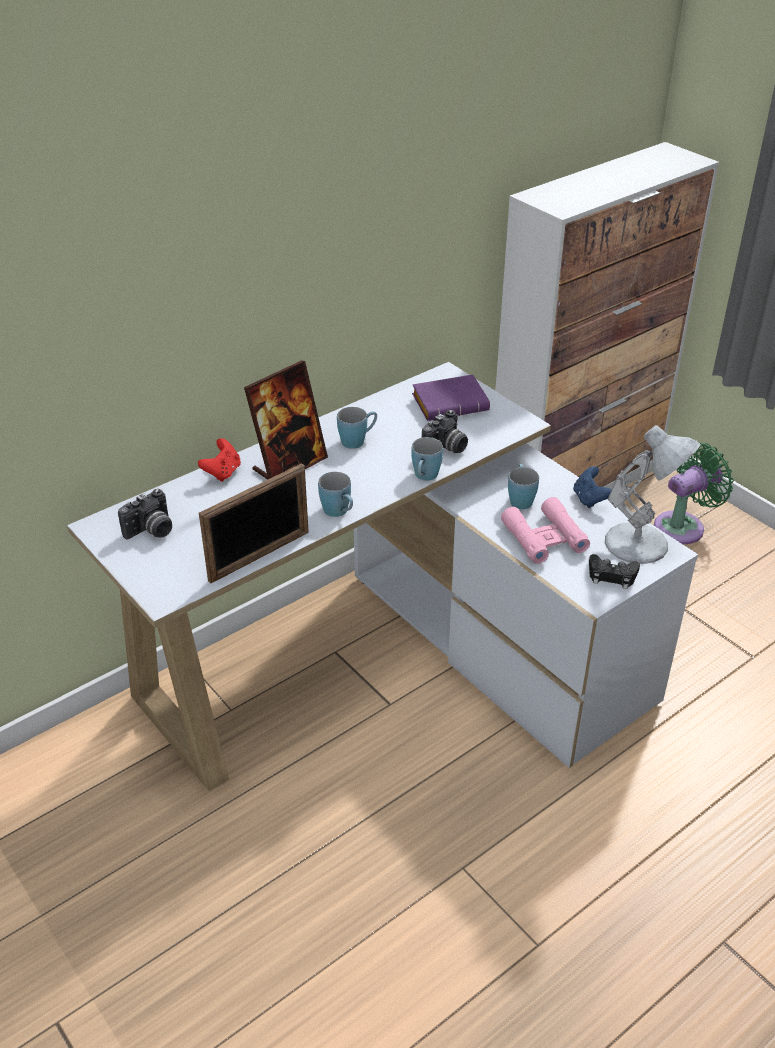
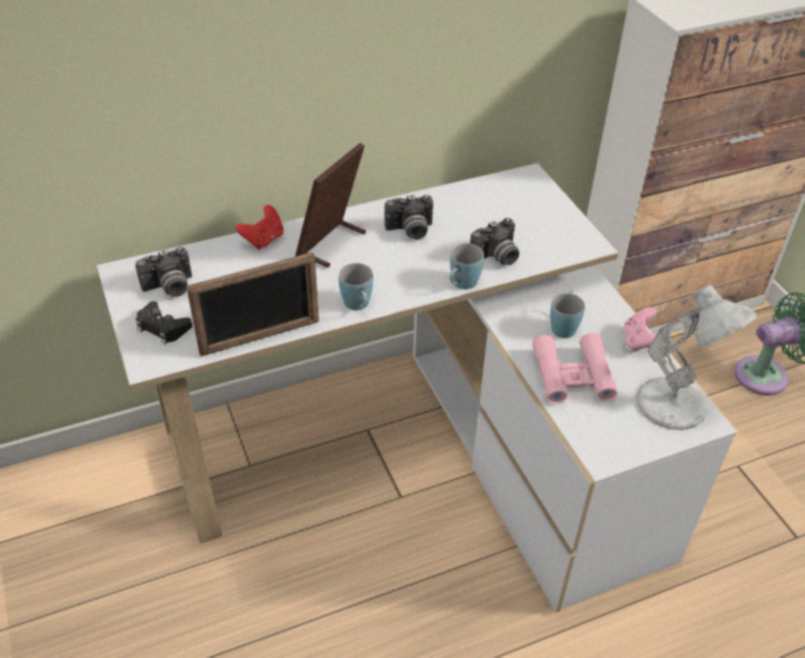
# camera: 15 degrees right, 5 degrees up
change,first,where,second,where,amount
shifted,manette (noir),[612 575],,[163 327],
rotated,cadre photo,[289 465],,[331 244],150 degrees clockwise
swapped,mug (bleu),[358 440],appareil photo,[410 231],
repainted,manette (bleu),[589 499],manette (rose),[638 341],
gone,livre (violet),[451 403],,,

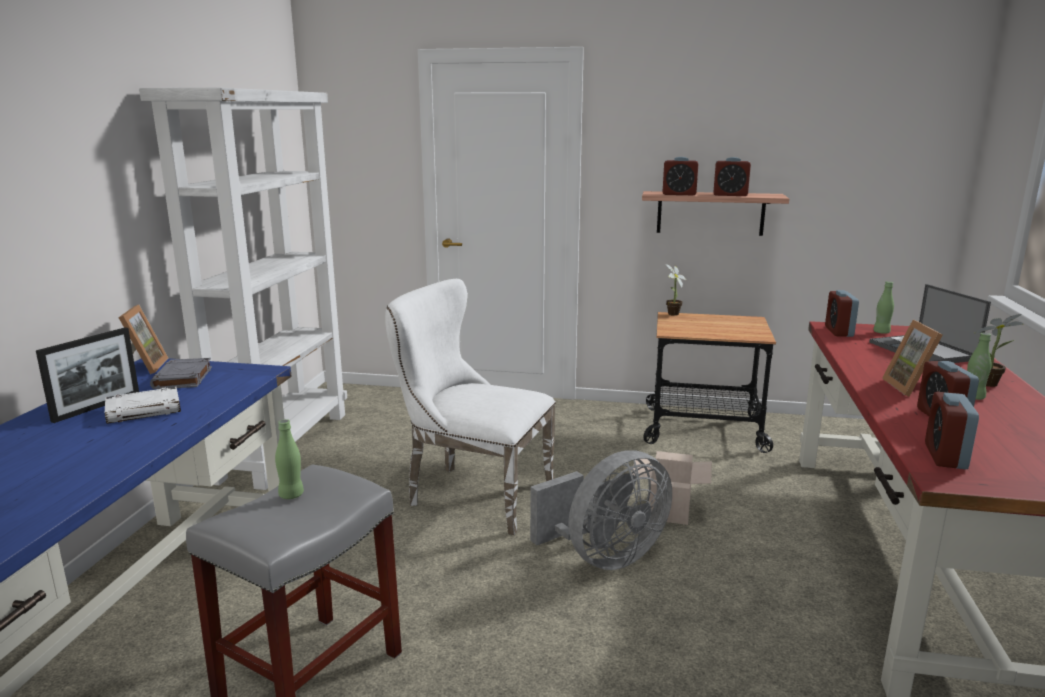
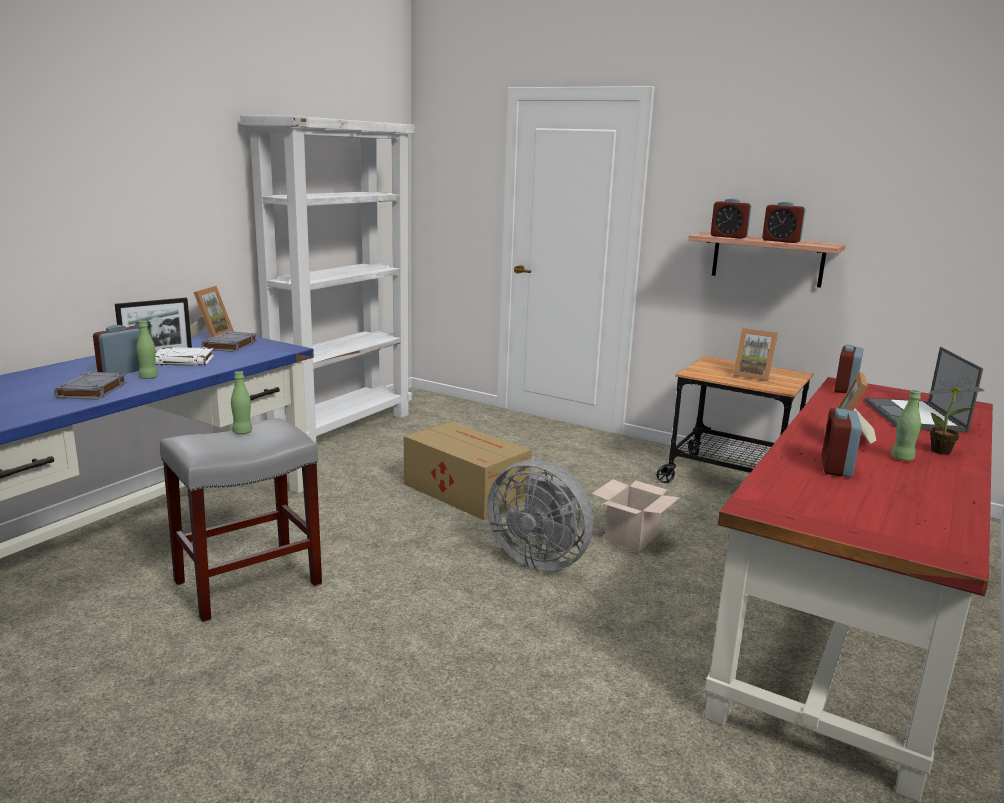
# camera: 20 degrees right, 0 degrees up
change,first,where,second,where,amount
new,,,livre (gris),[92 391],
shifted,réveil,[945 456],,[122 371],
shifted,bouteille (vert),[881 332],,[148 377],
swapped,chaise (blanc),[471 494],carton,[465 491],
rotated,ventilateur (gris),[605 557],,[539 559],45 degrees clockwise
new,,,cadre photo,[752 375],
gone,plante en pot,[672 314],,,

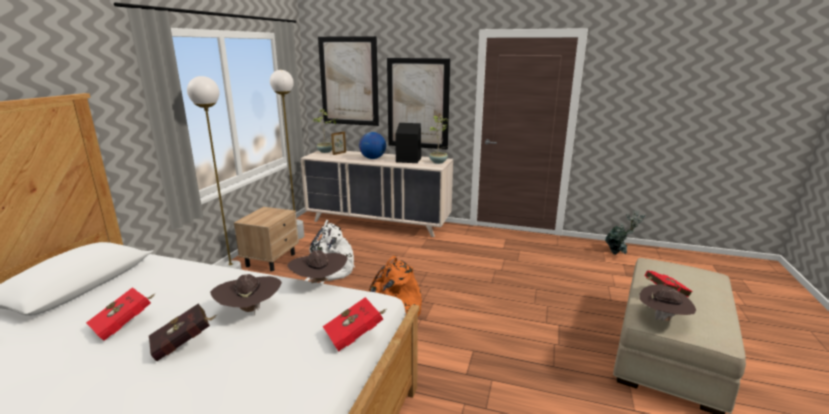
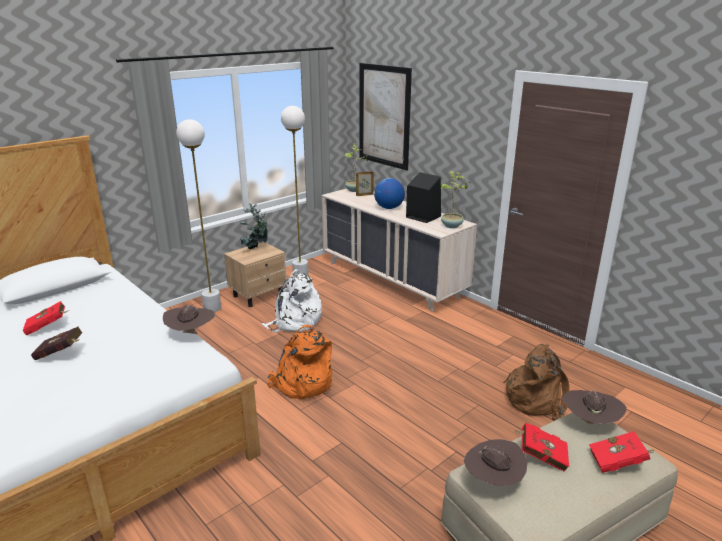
# camera: 30 degrees right, 5 degrees up
change,first,where,second,where,amount
shifted,plante en pot,[619 253],,[256 249],
new,,,sac à dos (marron),[536 399],
shifted,chapeau (marron),[250 311],,[589 422],
shifted,livre (rouge),[356 335],,[618 463],
gone,tableau,[417 104],,,

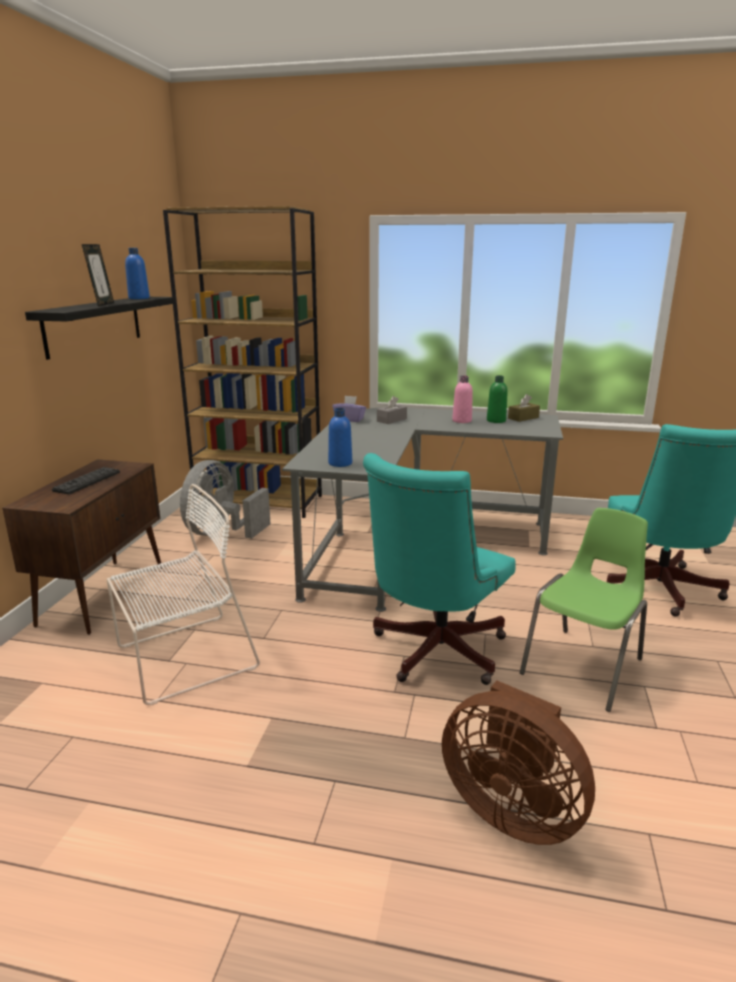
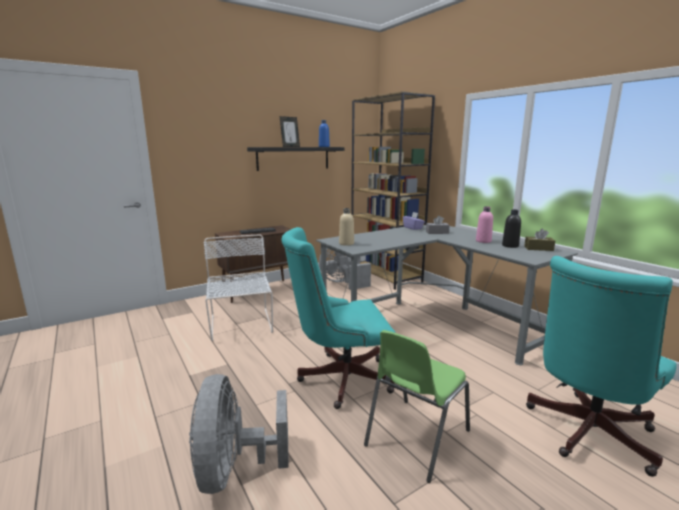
# camera: 45 degrees right, 5 degrees down
change,first,where,second,where,amount
repainted,ventilateur (marron),[511 809],ventilateur (gris),[235 469],
rotated,chaise (blanc),[182 658],,[241 325],120 degrees counterclockwise
repainted,bouteille (bleu),[340 463],bouteille (beige),[346 243],
rotated,chaise (vert),[584 666],,[415 438],135 degrees clockwise
repainted,bouteille (vert),[496 420],bouteille (noir),[510 246],

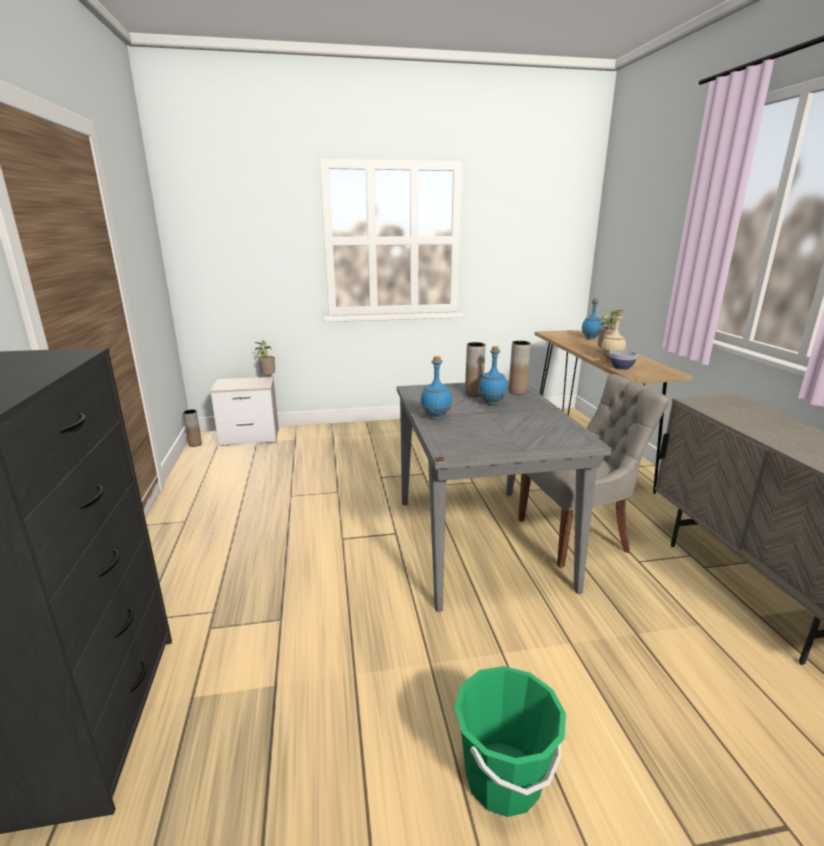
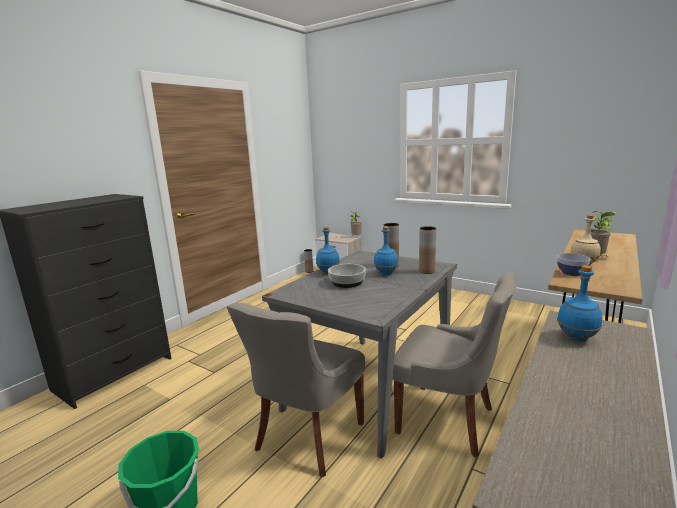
# camera: 45 degrees right, 5 degrees down
change,first,where,second,where,amount
new,,,chaise (gris),[307 437],
new,,,bol,[346 282],
shifted,bouteille (bleu),[590 338],,[576 338],

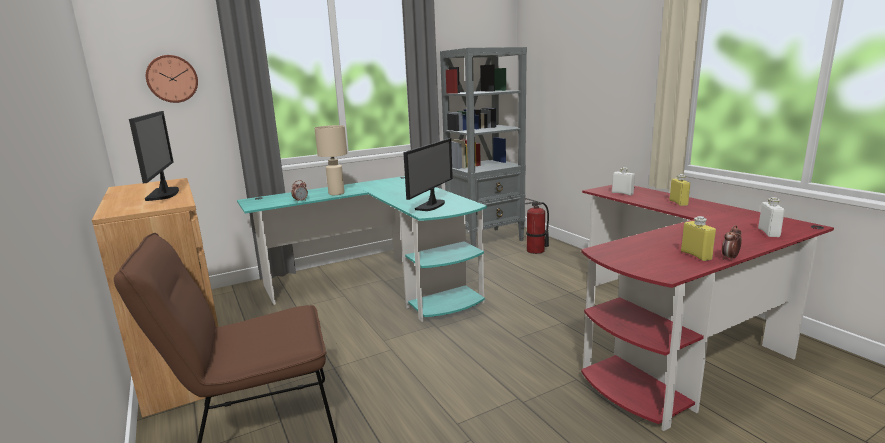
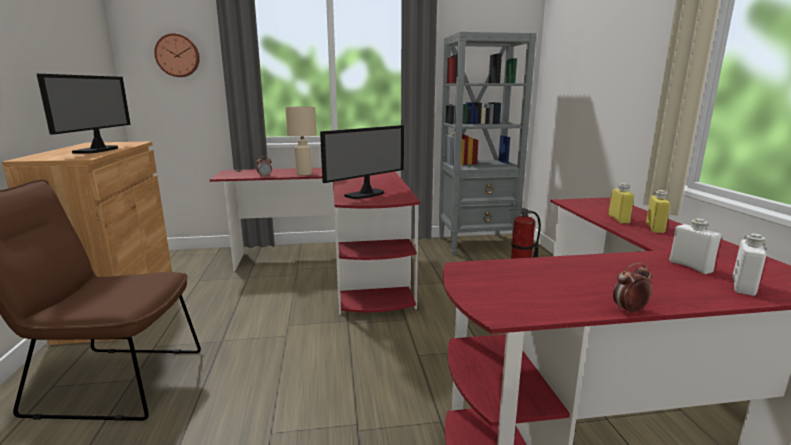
# camera: 20 degrees right, 0 degrees up
change,first,where,second,where,amount
repainted,bureau (turquoise),[380 284],bureau (rouge),[337 270],
shifted,bouteille (jaune),[696 255],,[618 219],
shifted,bouteille (blanc),[622 193],,[690 267],

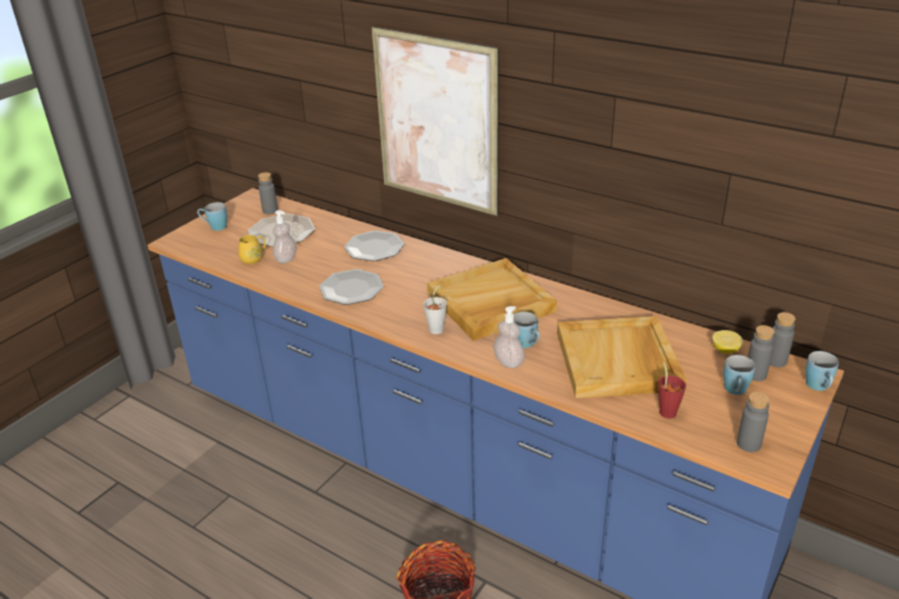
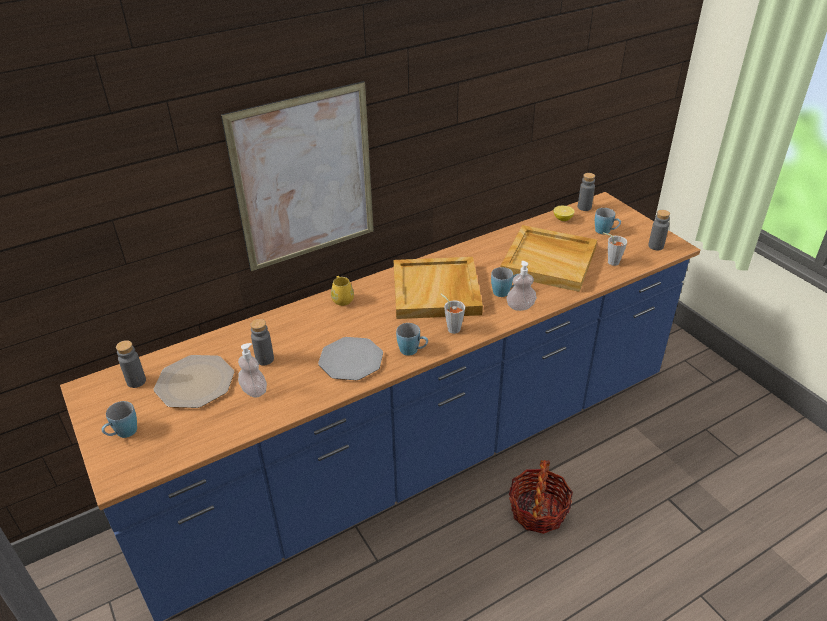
# camera: 65 degrees left, 5 degrees up
change,first,where,second,where,amount
shifted,bouteille (gris),[755 374],,[265 359],
shifted,mug (jaune),[254 258],,[342 298],
shifted,mug (bleu),[819 387],,[413 351],
repainted,tasse (rouge),[666 410],tasse (gris),[610 261],
gone,assiette,[374 248],,,

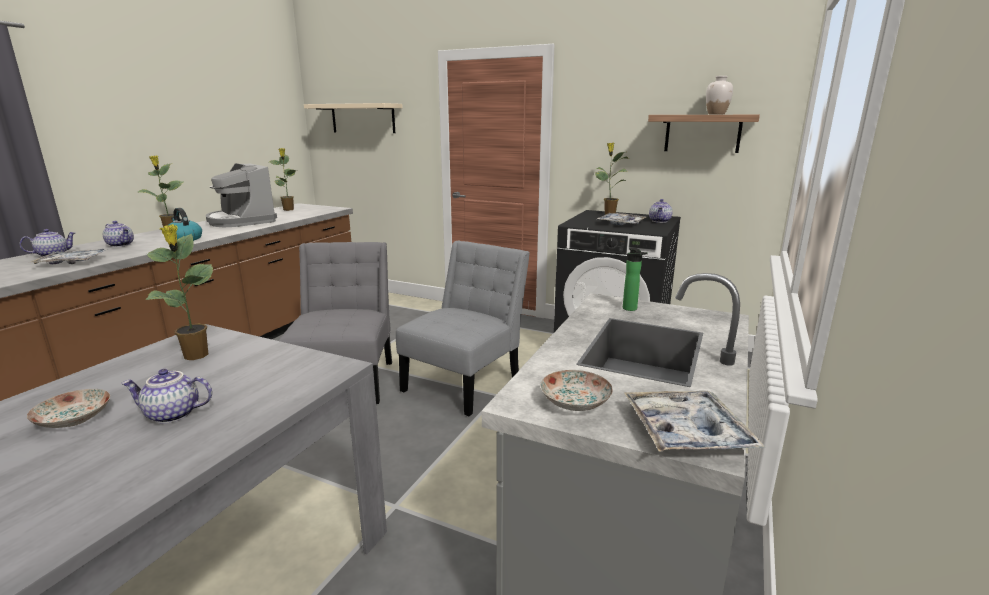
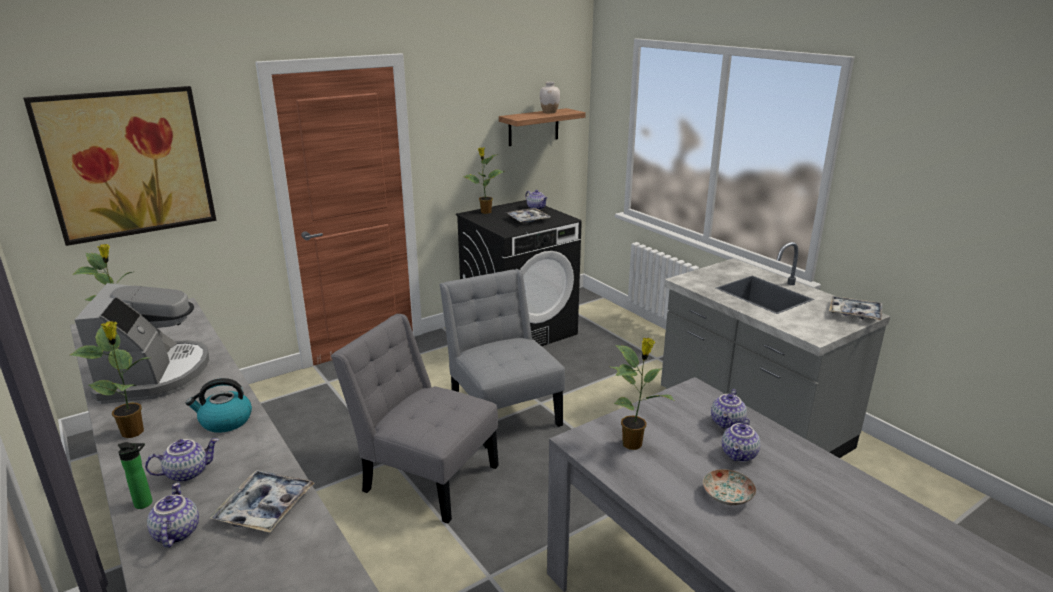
# camera: 60 degrees left, 5 degrees up
change,first,where,second,where,amount
swapped,étagère (beige),[363 118],tableau,[128 163],
rotated,machine à café,[241 221],,[155 375],90 degrees counterclockwise
shifted,bouteille,[631 309],,[146 503],
new,,,théière,[728 423],
gone,assiette,[575 402],,,

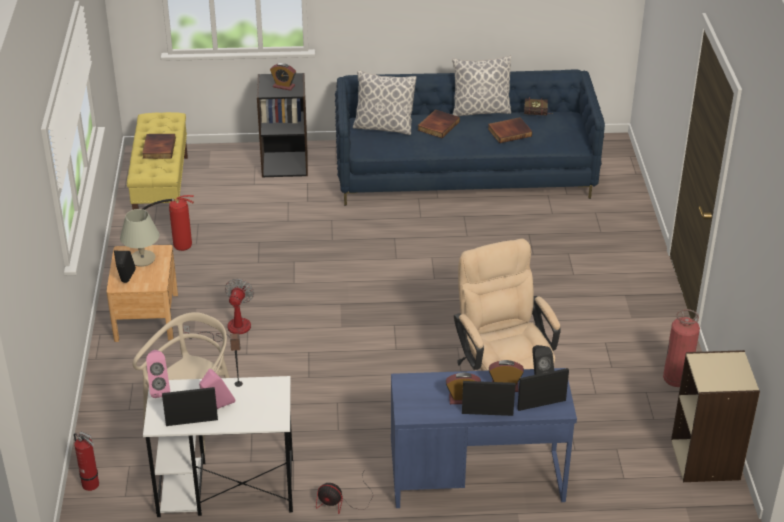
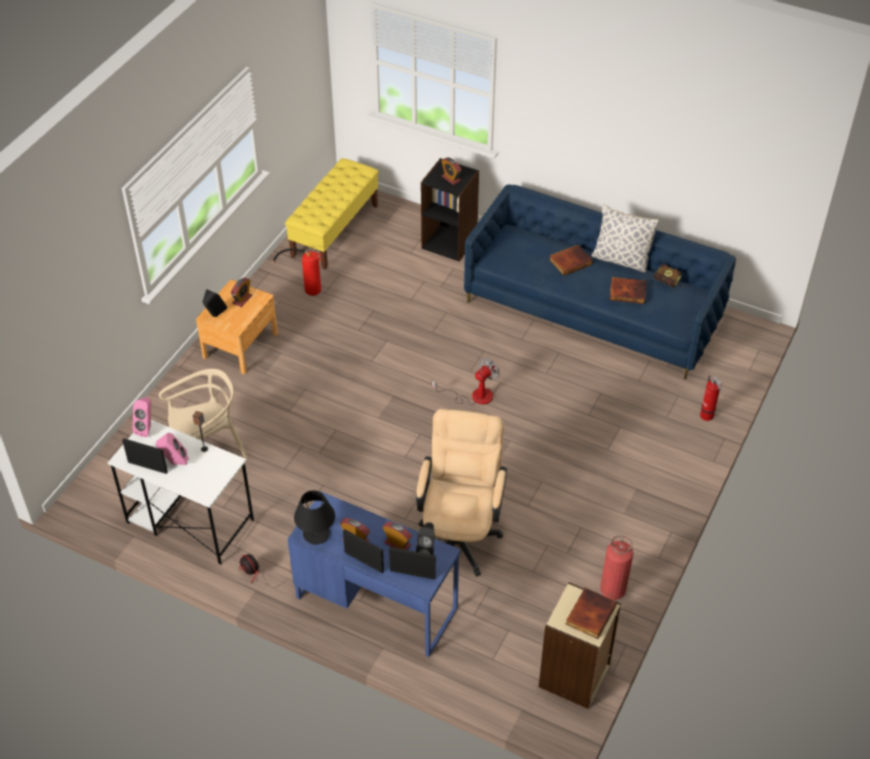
# camera: 30 degrees right, 10 degrees up
change,first,where,second,where,amount
swapped,lampe de table (beige),[142 259],réveil,[242 299],
new,,,lampe de table (noir),[316 534],
shifted,ventilateur,[230 329],,[474 396],
shifted,livre,[158 148],,[590 614],
shifted,extincteur,[92 485],,[707 417],
gone,coussin,[383 127],,,

